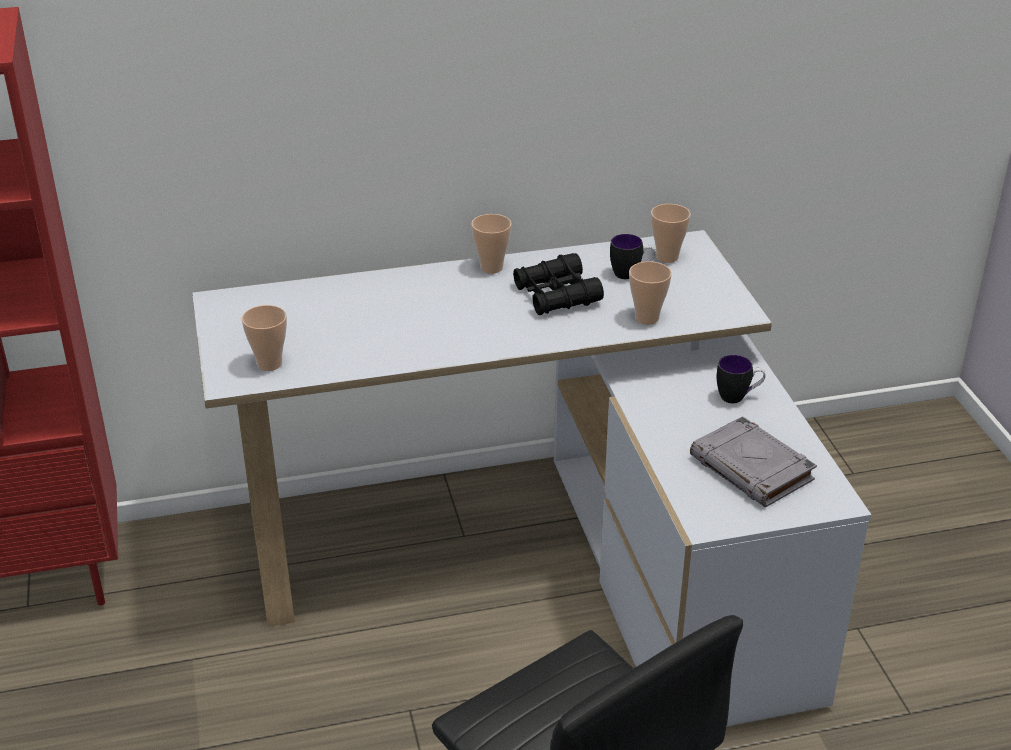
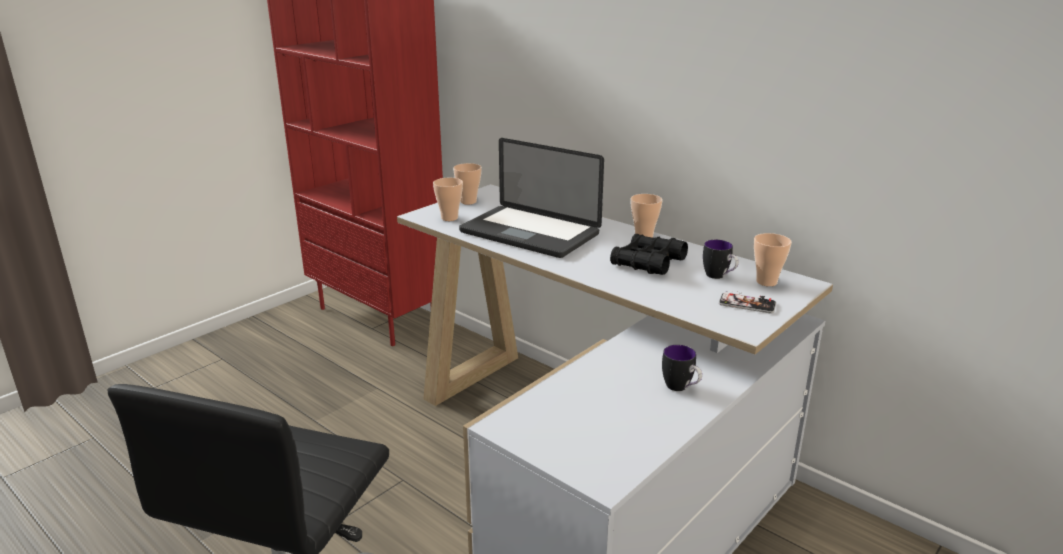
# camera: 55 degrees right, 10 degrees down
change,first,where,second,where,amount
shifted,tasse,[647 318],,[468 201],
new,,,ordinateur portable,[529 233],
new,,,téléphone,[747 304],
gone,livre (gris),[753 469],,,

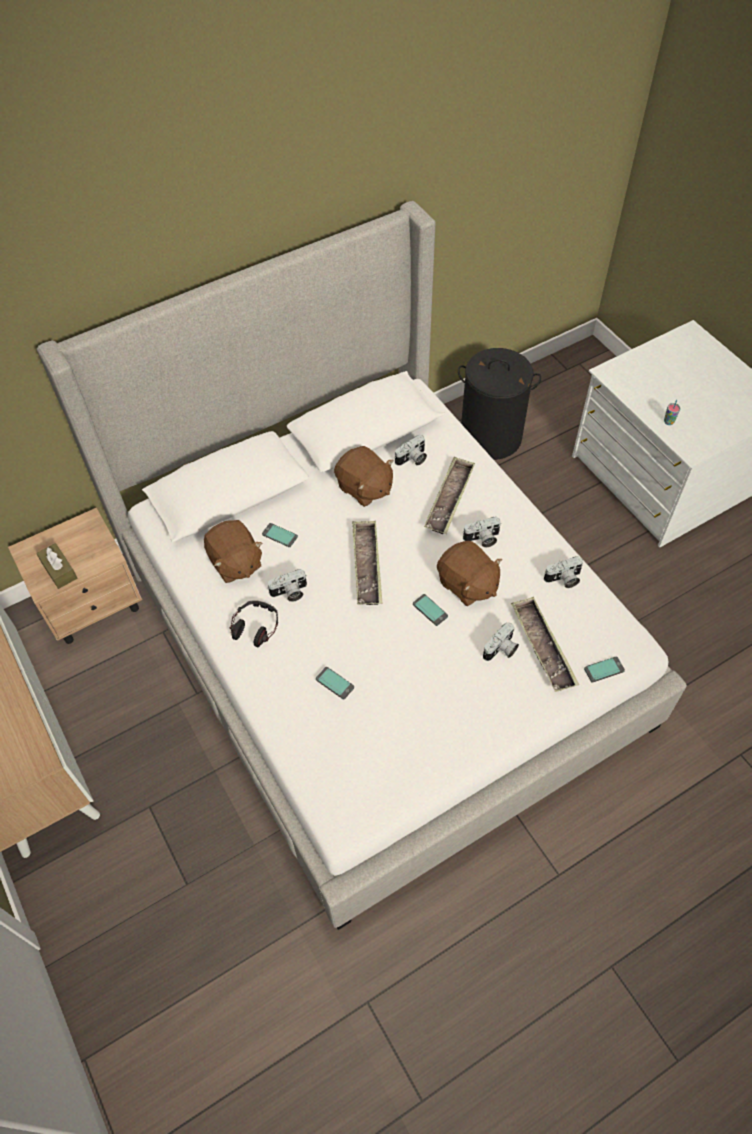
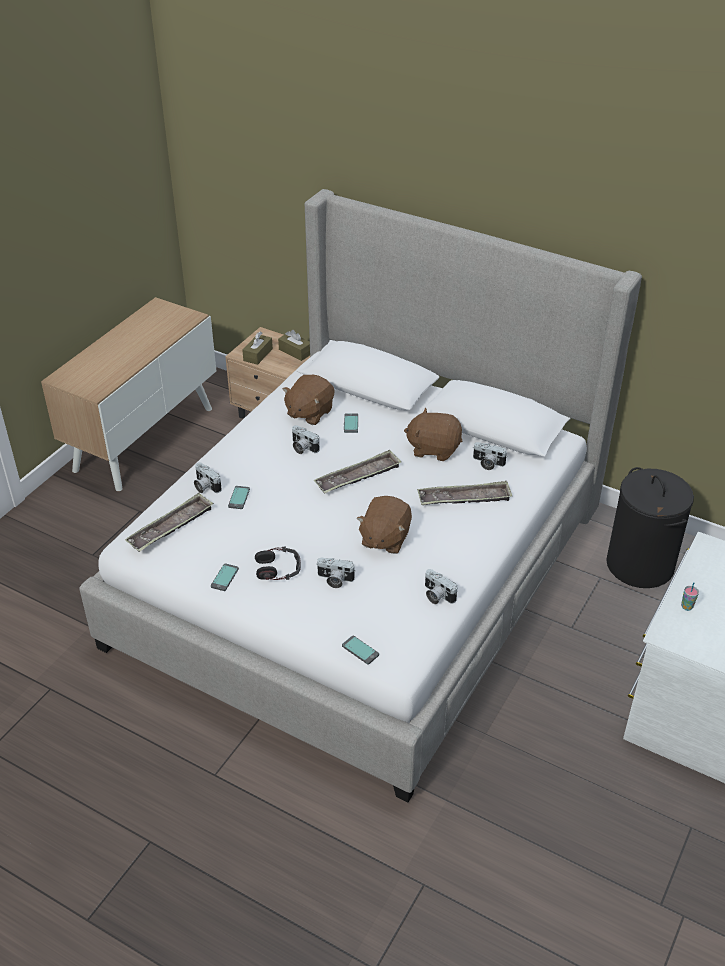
# camera: 60 degrees right, 15 degrees down
change,first,where,second,where,amount
shifted,plateau,[542 647],,[171 527],
shifted,appareil photo,[482 539],,[205 486],
shifted,téléphone,[430 610],,[225 578],
shifted,casque audio,[255 626],,[278 568],
new,,,boîte à mouchoirs (marron),[295 351],
rotated,peluche (marron),[364 488],,[433 448],90 degrees clockwise

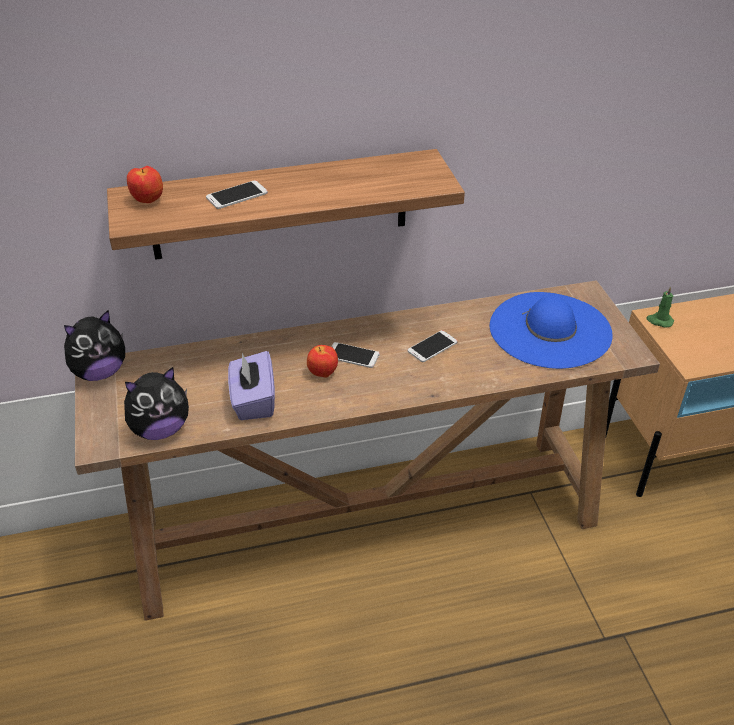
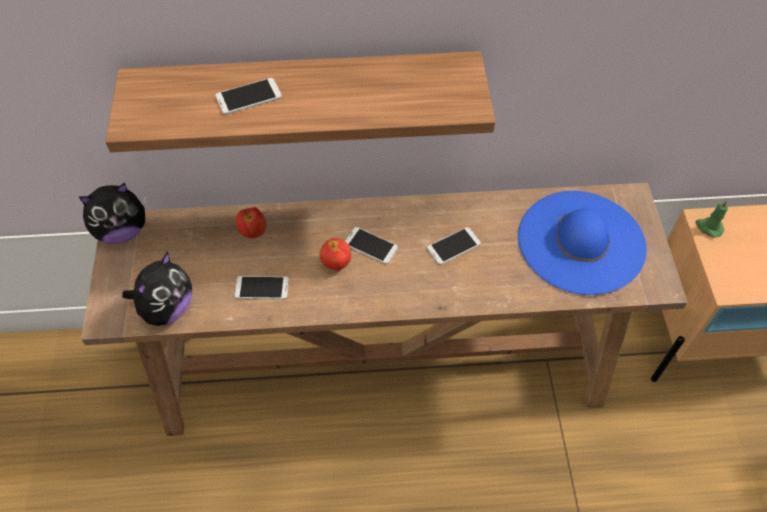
# camera: 10 degrees right, 15 degrees up
change,first,where,second,where,amount
rotated,peluche,[160 429],,[167 309],45 degrees counterclockwise
swapped,boîte à mouchoirs (violet),[253 401],téléphone,[261 288],
shifted,pomme,[148 201],,[253 232],

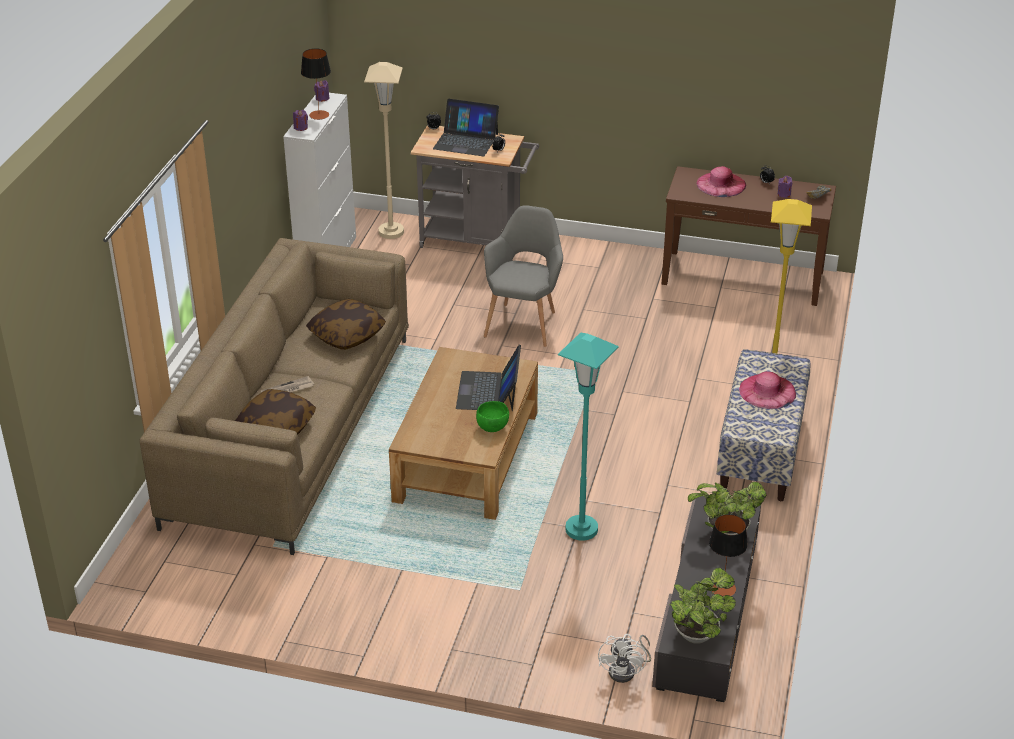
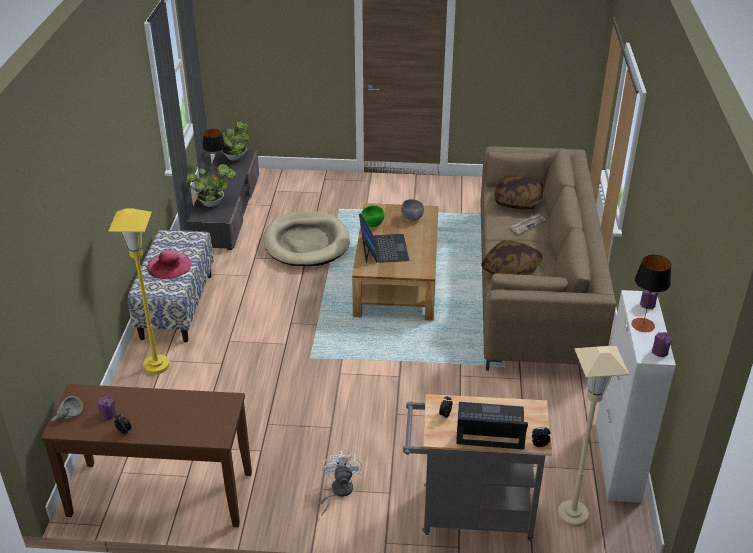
# camera: 170 degrees right, 0 degrees up
change,first,where,second,where,amount
swapped,lampadaire (turquoise),[581 529],panier pour chien (beige),[306 243],
shifted,ventilateur (blanc),[626 671],,[338 491],
new,,,bol (gris),[412 218],
gone,fauteuil (gris),[524 322],,,
gone,chapeau (rose),[721 184],,,

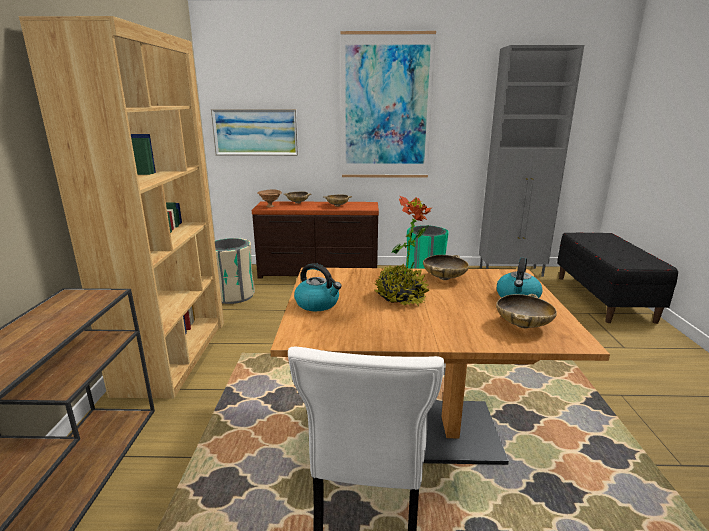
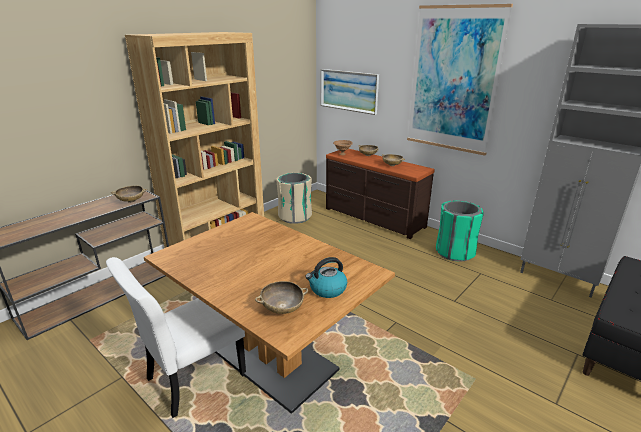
# camera: 40 degrees right, 5 degrees up
change,first,where,second,where,amount
shifted,bol (beige),[444 278],,[131 201],
gone,bouilloire,[318 304],,,
gone,plante en pot,[401 297],,,

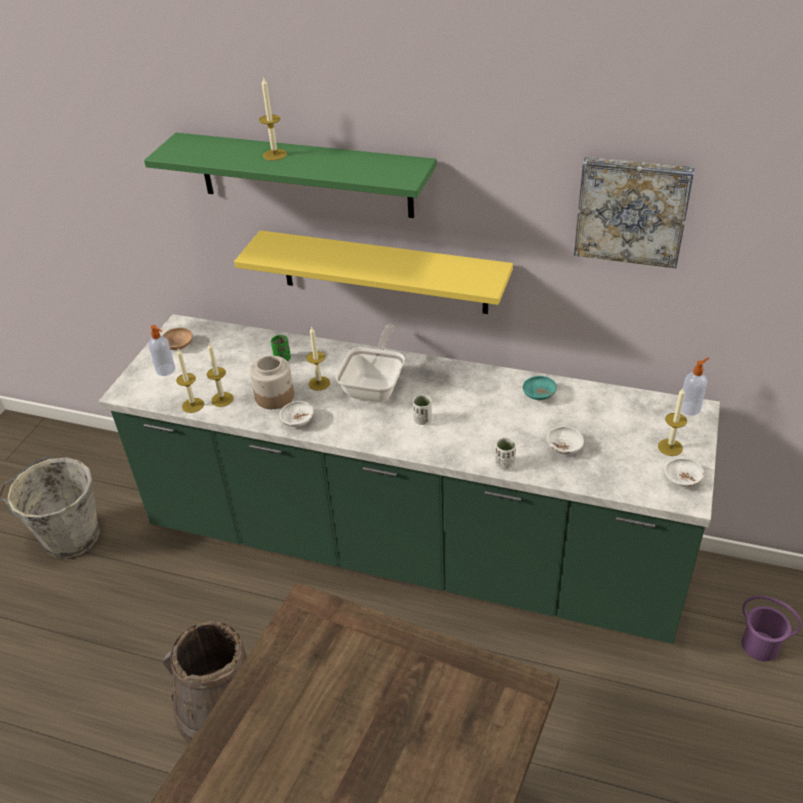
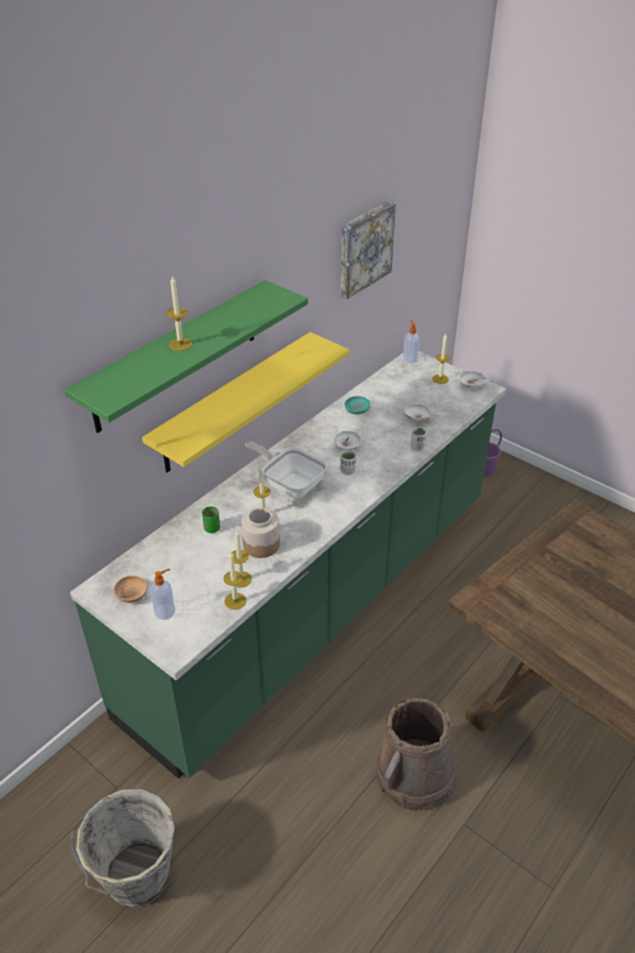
# camera: 70 degrees left, 0 degrees up
change,first,where,second,where,amount
shifted,bol (blanc),[298 421],,[347 447],

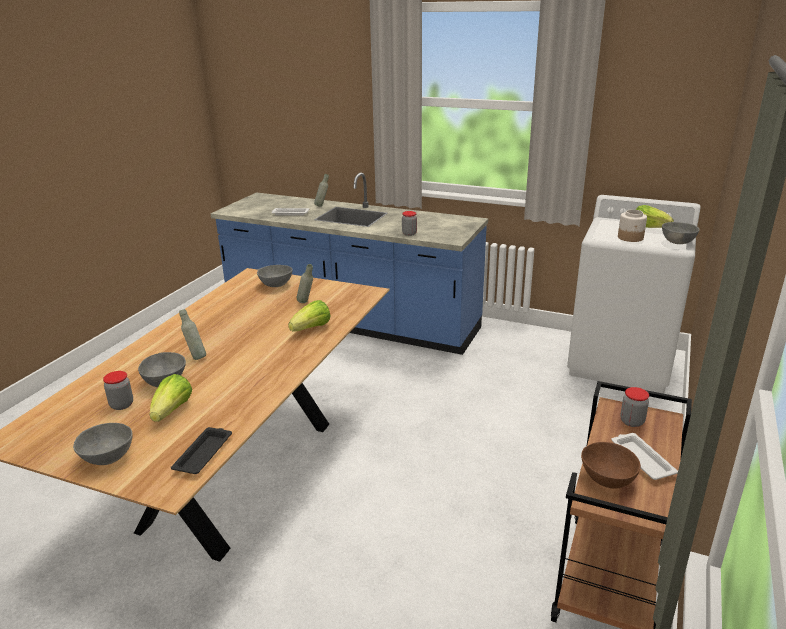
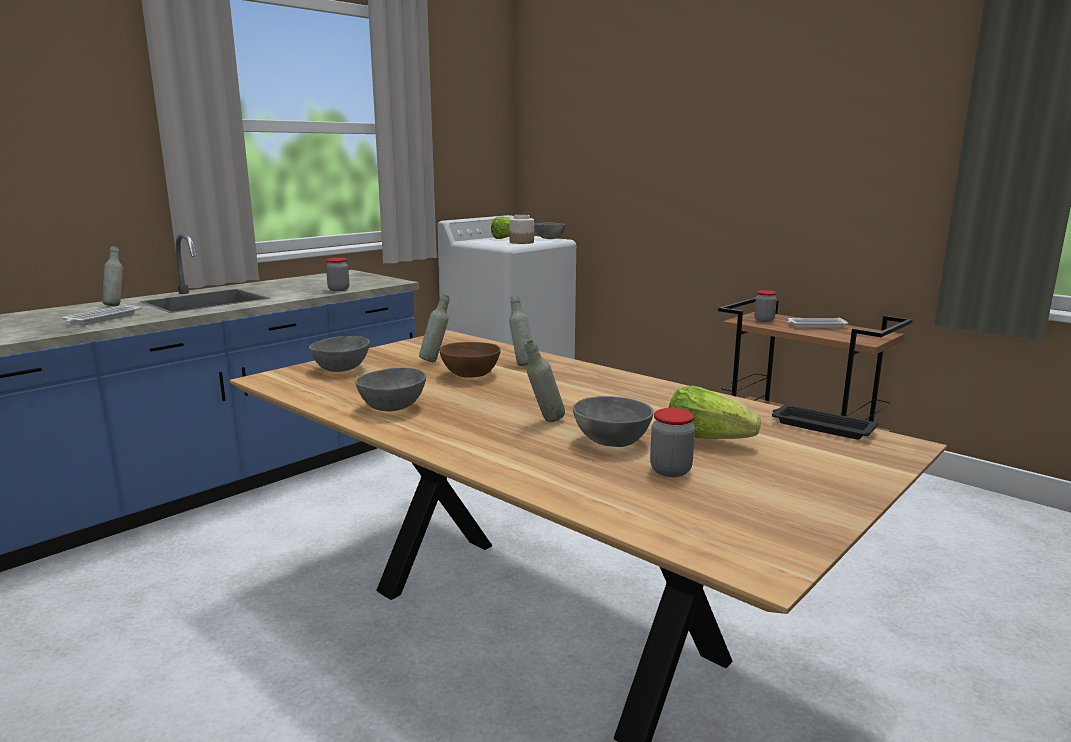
# camera: 70 degrees left, 10 degrees down
change,first,where,second,where,amount
shifted,bol (gris),[108 458],,[394 407],
shifted,bol (marron),[606 478],,[469 375],
swapped,laitue,[311 328],bouteille (gris),[521 364],

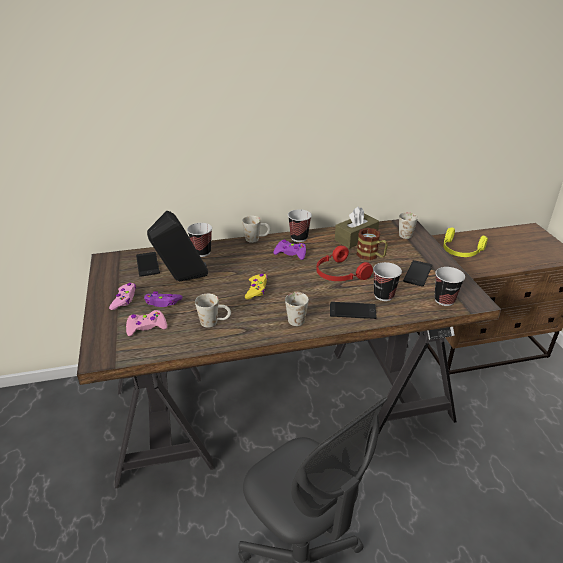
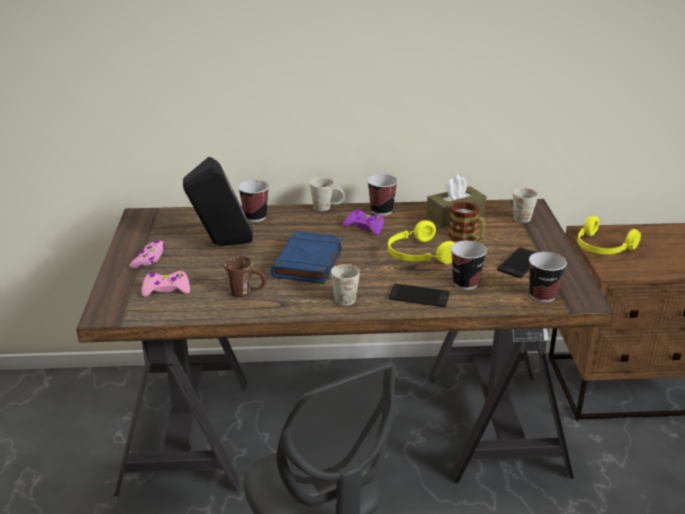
# camera: 10 degrees right, 5 degrees down
change,first,where,second,where,amount
repainted,mug (blanc),[214 322],mug (marron),[246 292],
swapped,manette (jaune),[256 290],livre (bleu),[308 263],
repainted,casque audio (rouge),[339 274],casque audio (jaune),[418 255],
gone,téléphone,[147 264],,,
gone,manette (violet),[163 302],,,

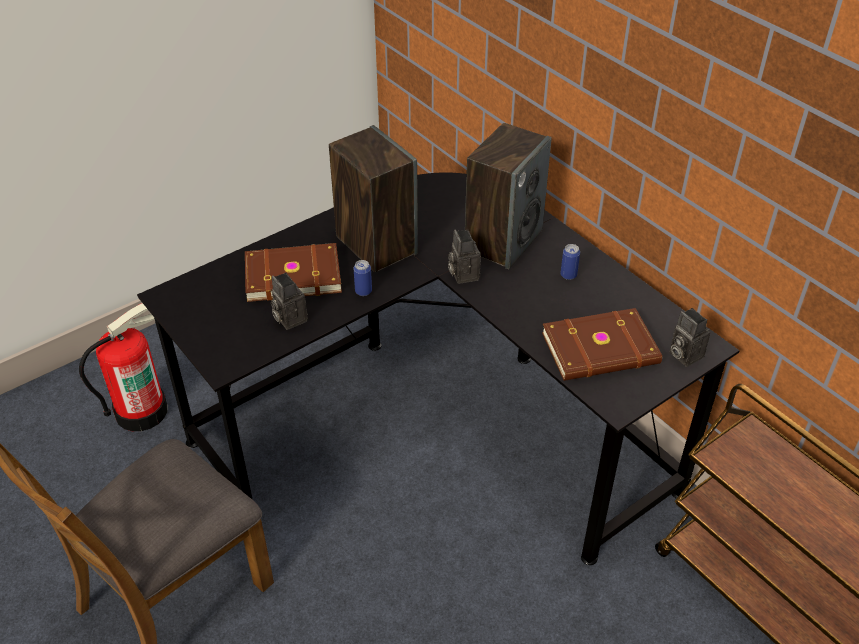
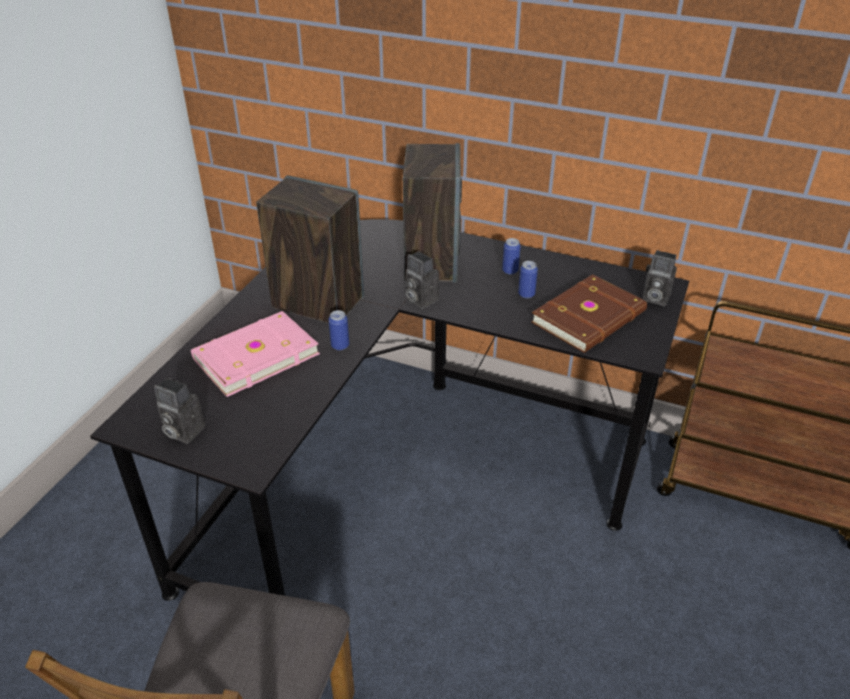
# camera: 30 degrees left, 5 degrees down
change,first,where,second,where,amount
shifted,appareil photo,[289 318],,[182 431],
repainted,livre (marron),[292 274],livre (rose),[254 356],
new,,,boîte métallique,[526 294],
gone,extincteur,[141 410],,,

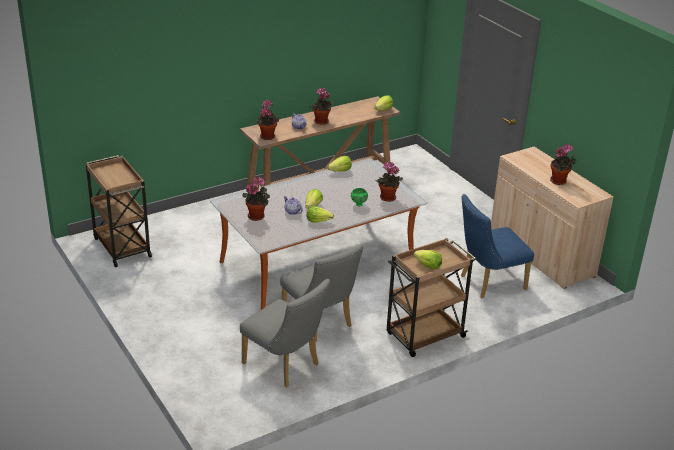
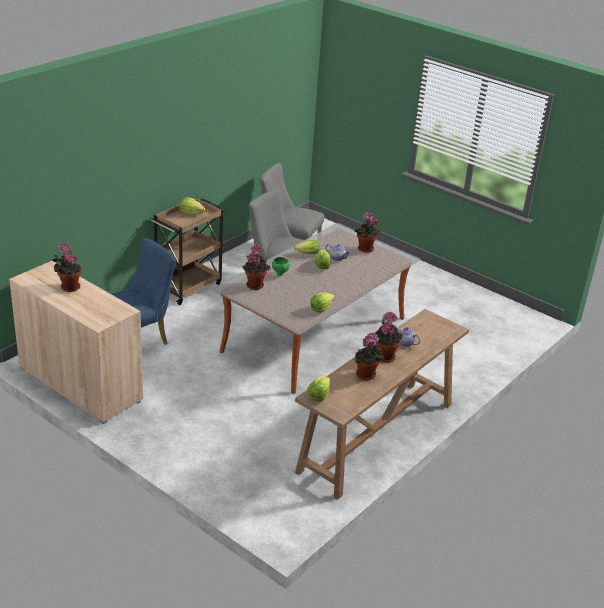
# camera: 160 degrees right, 0 degrees up
change,first,where,second,where,amount
shifted,plante en pot,[267 136],,[367 376],
gone,chariot (marron),[121 246],,,

